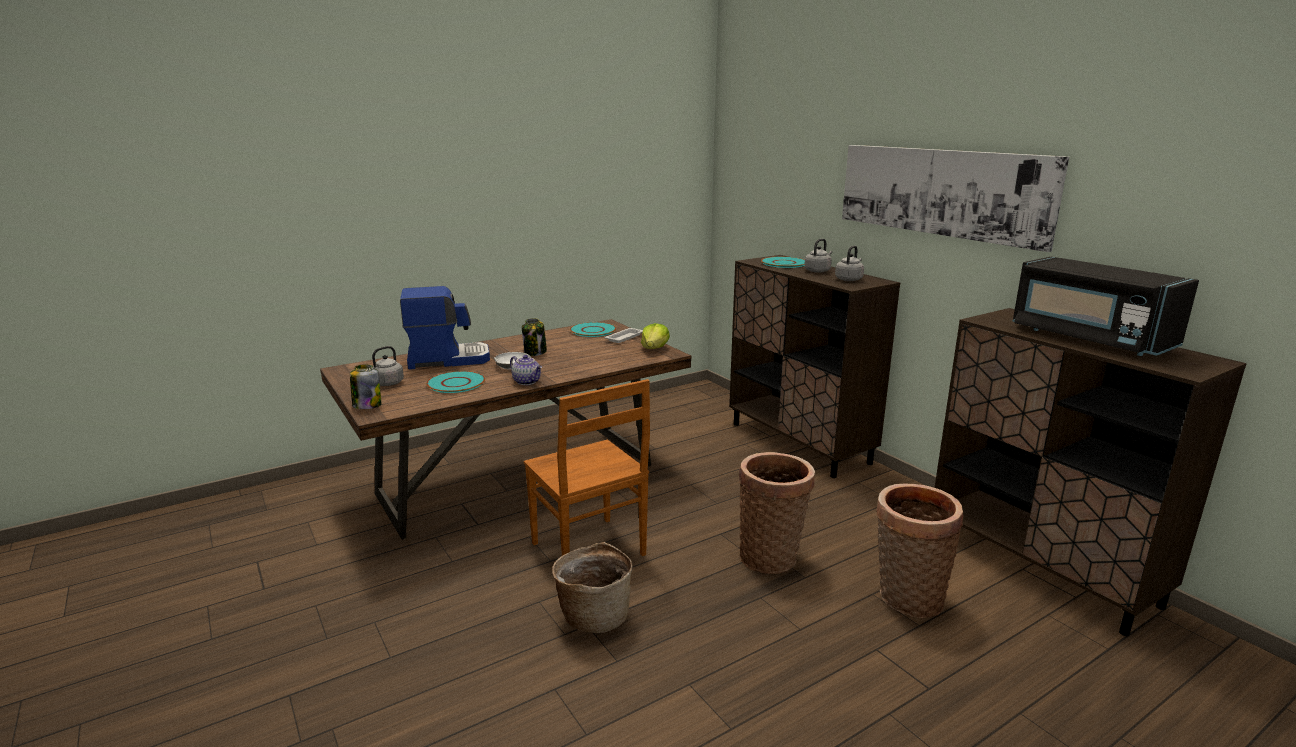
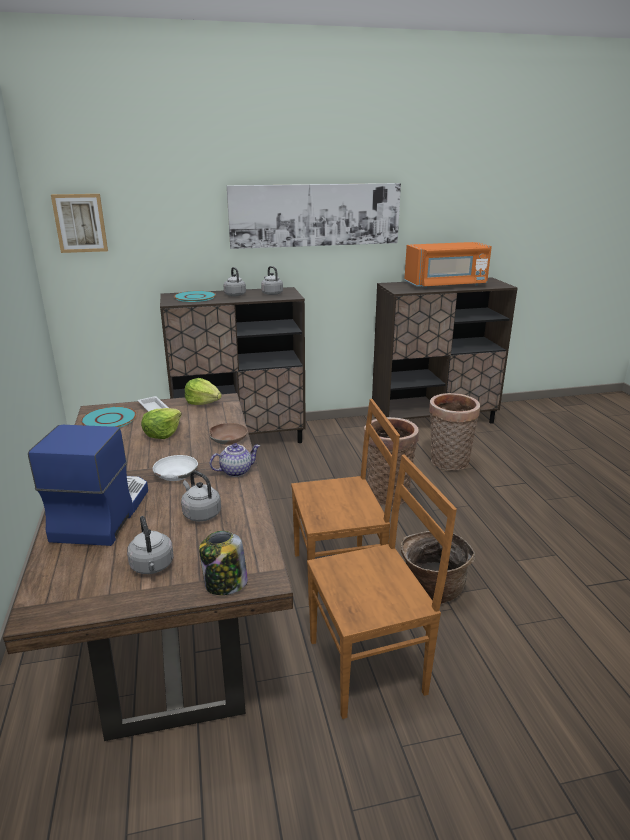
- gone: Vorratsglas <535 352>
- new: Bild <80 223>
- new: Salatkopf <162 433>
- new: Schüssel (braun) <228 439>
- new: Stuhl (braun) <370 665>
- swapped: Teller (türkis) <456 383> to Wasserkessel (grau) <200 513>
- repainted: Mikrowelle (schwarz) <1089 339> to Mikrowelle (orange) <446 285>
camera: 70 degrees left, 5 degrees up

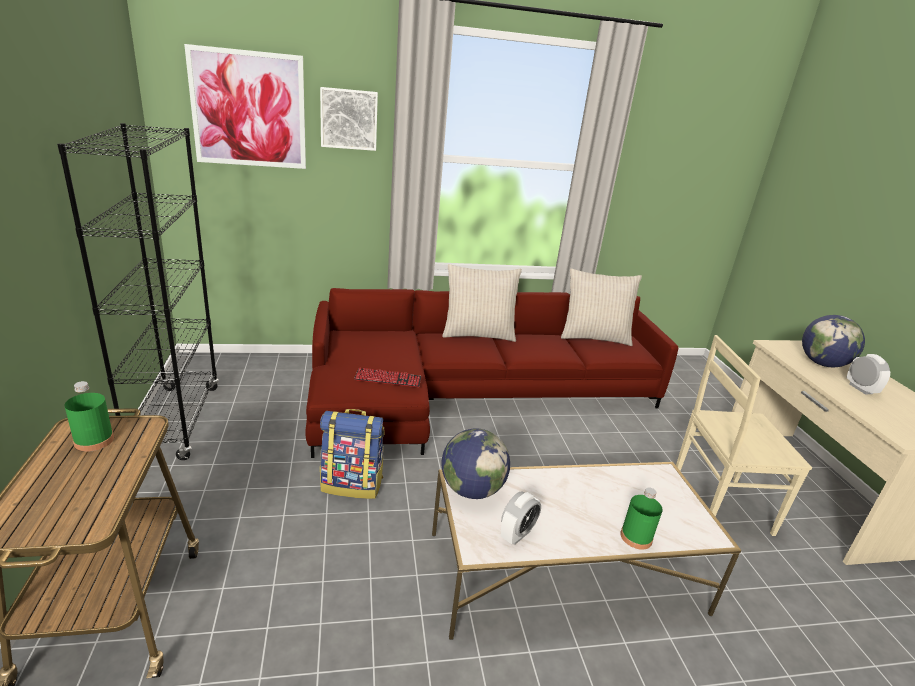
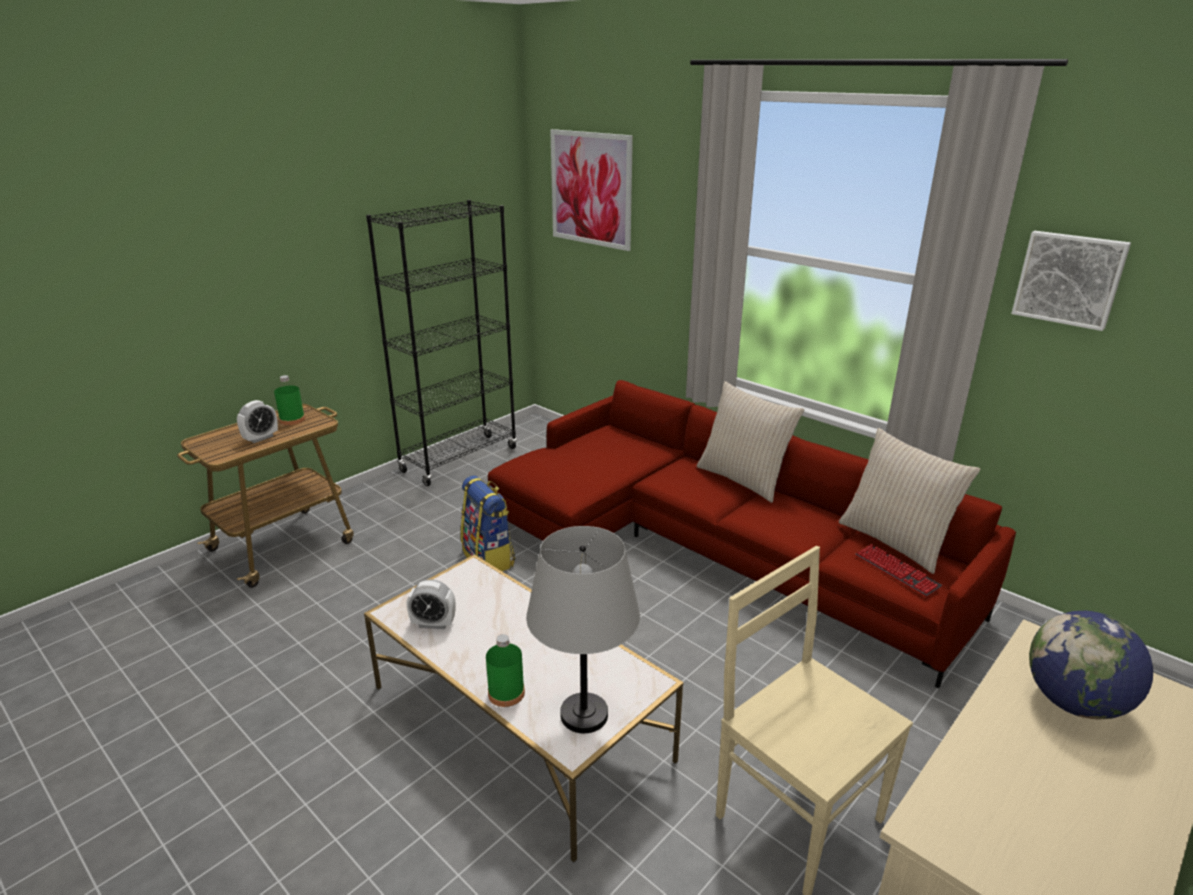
- gone: Globus <472 490>
- new: Tischlampe (grau) <584 715>
- shifted: Bild <349 119> to <1069 279>
- shifted: Tastatur <388 379> to <896 571>
- shifted: Wecker <860 389> to <261 438>
camera: 55 degrees right, 0 degrees up

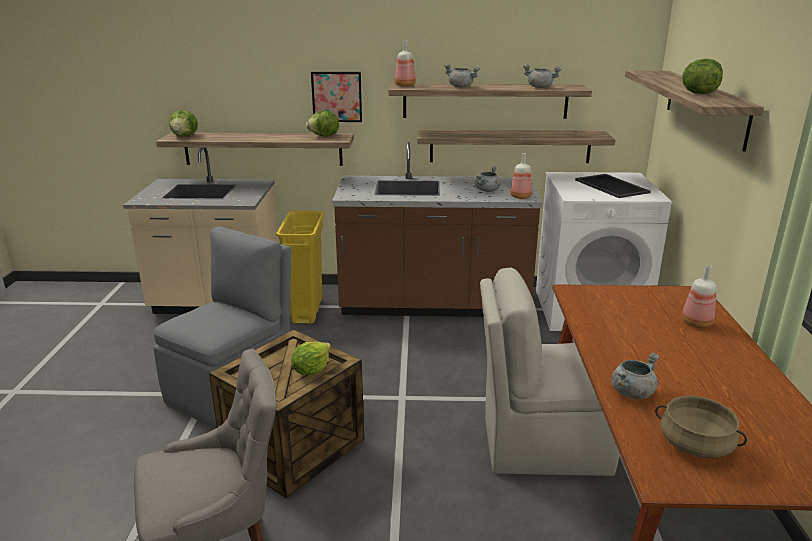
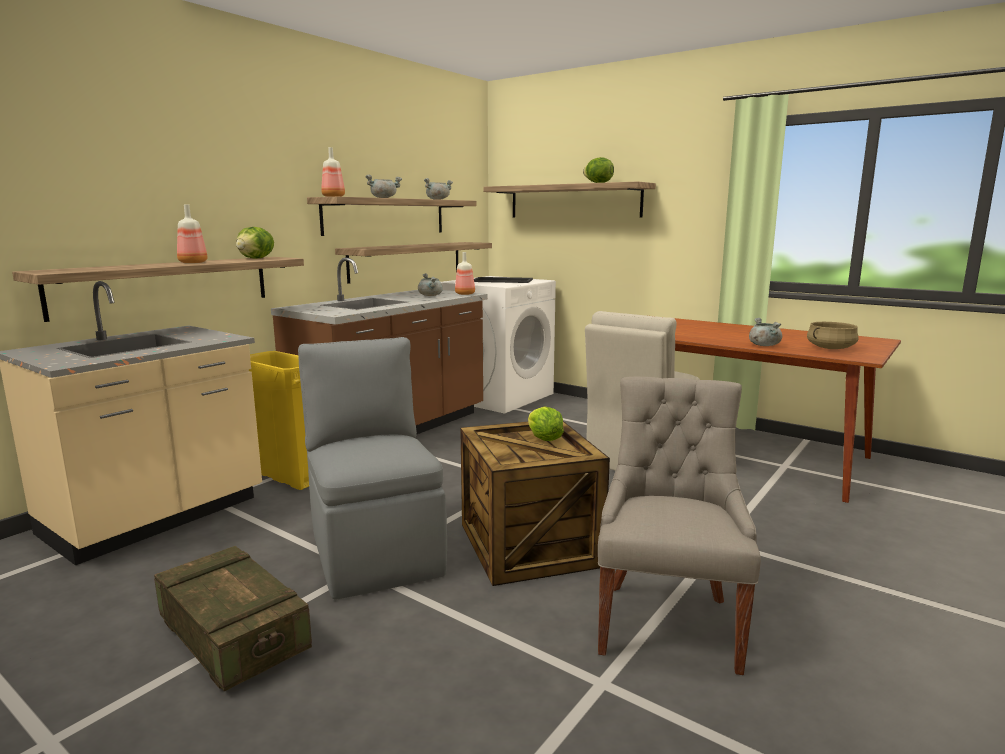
- gone: Salatkopf <185 136>
- gone: Bild <336 97>
- new: Kiste <233 636>
- shifted: Flasche <697 323> to <193 263>
camera: 55 degrees left, 10 degrees down

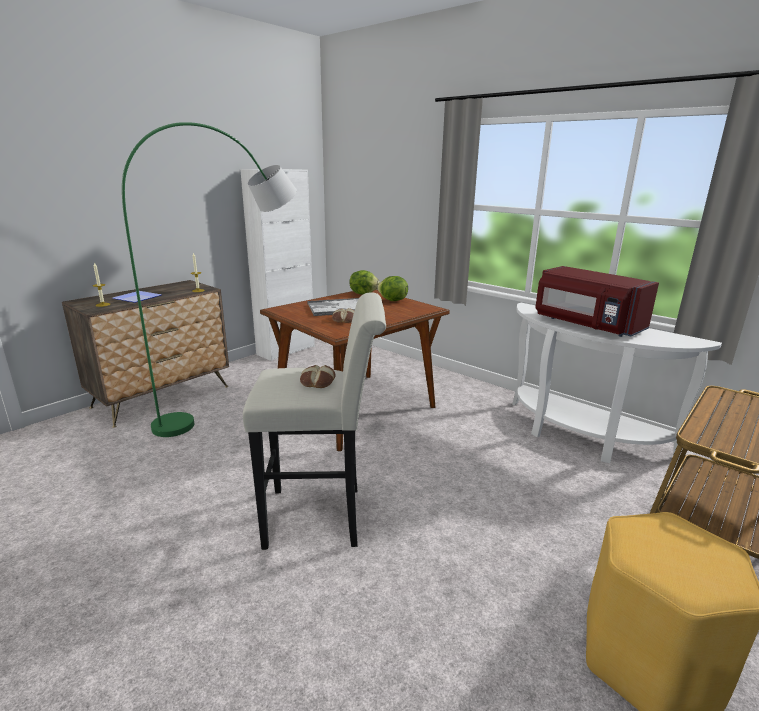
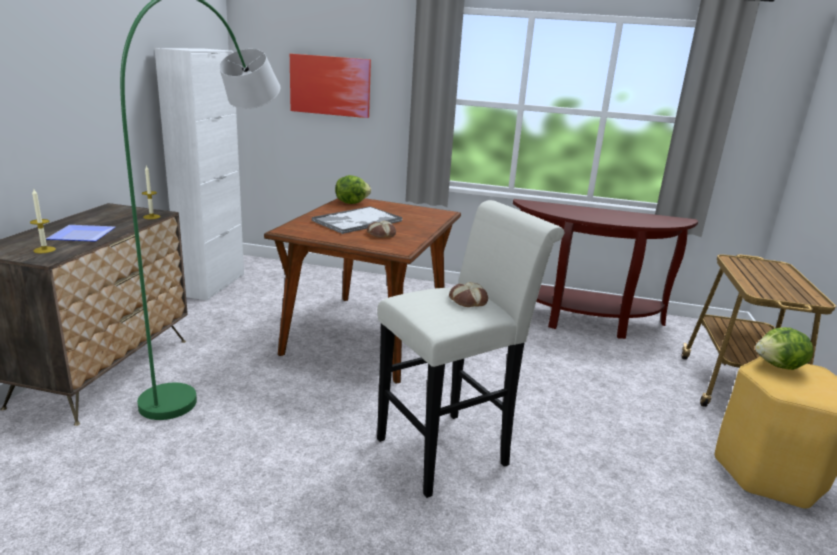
- gone: Mikrowelle (rot) <585 325>
- new: Bild <330 85>
- shifted: Salatkopf <392 300> to <779 366>
- repainted: Konsolentisch (weiß) <579 436> to Konsolentisch (braun) <584 321>
camera: 30 degrees left, 0 degrees up

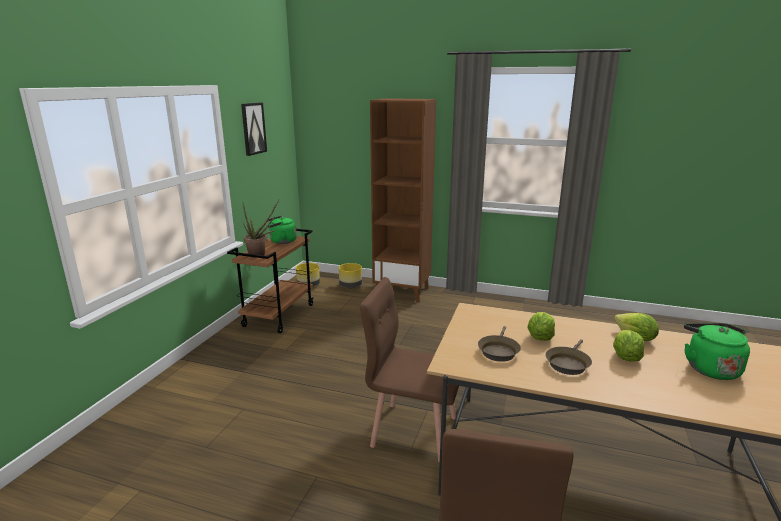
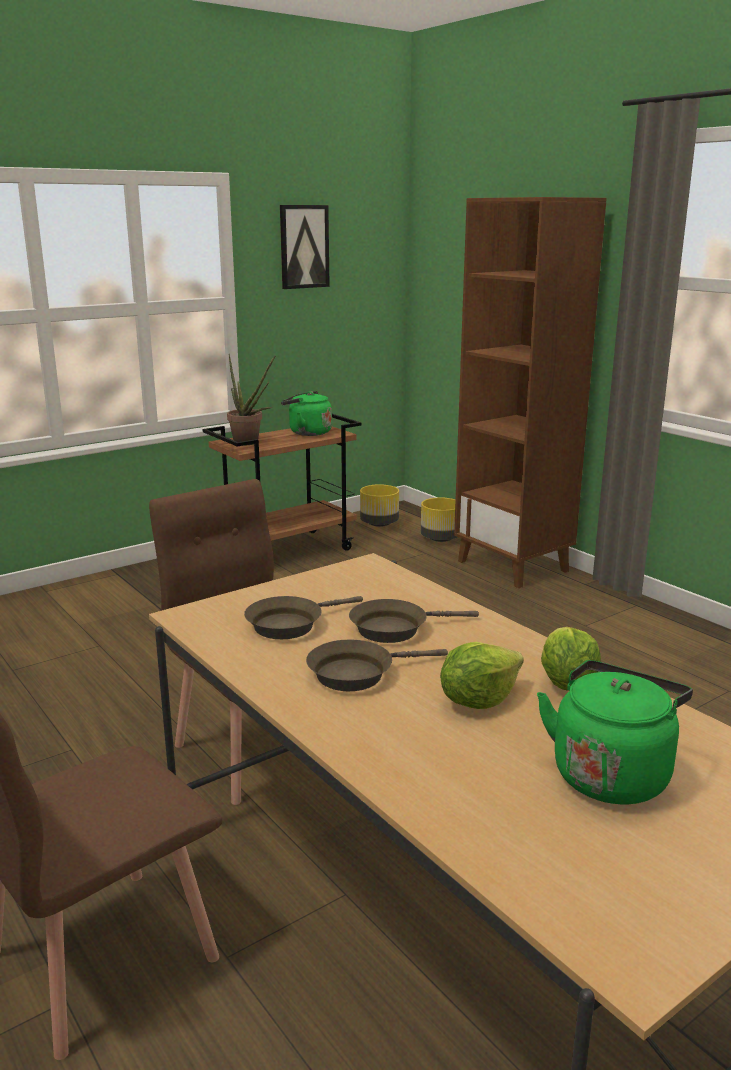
- swapped: Salatkopf <540 337> to Pfanne (braun) <395 628>
camera: 35 degrees right, 0 degrees up

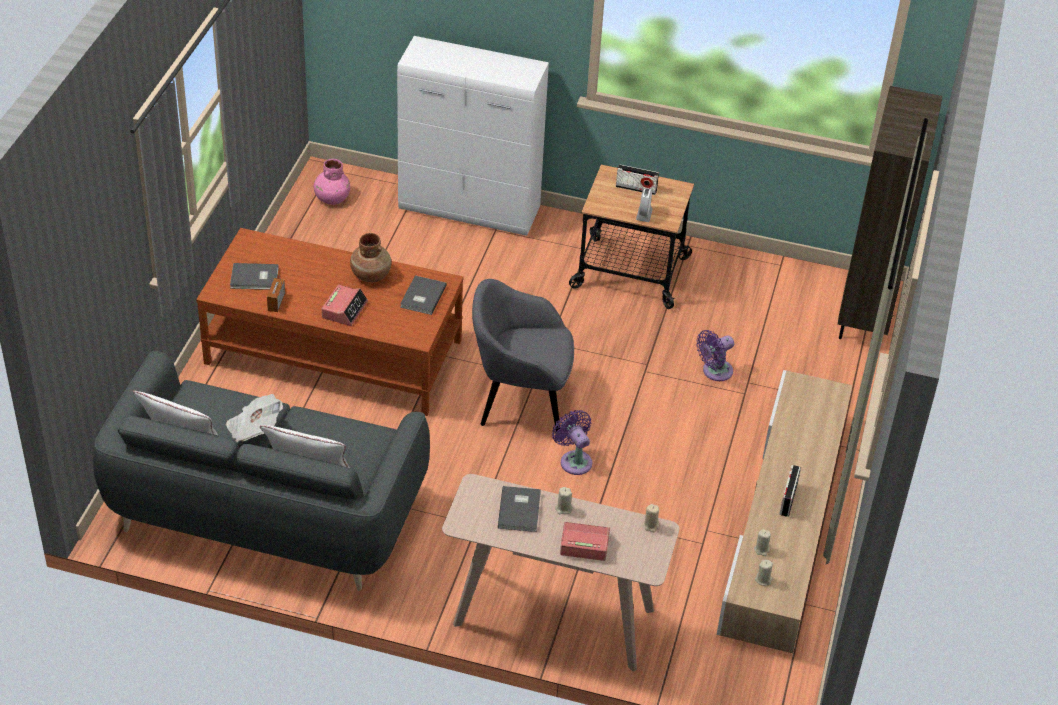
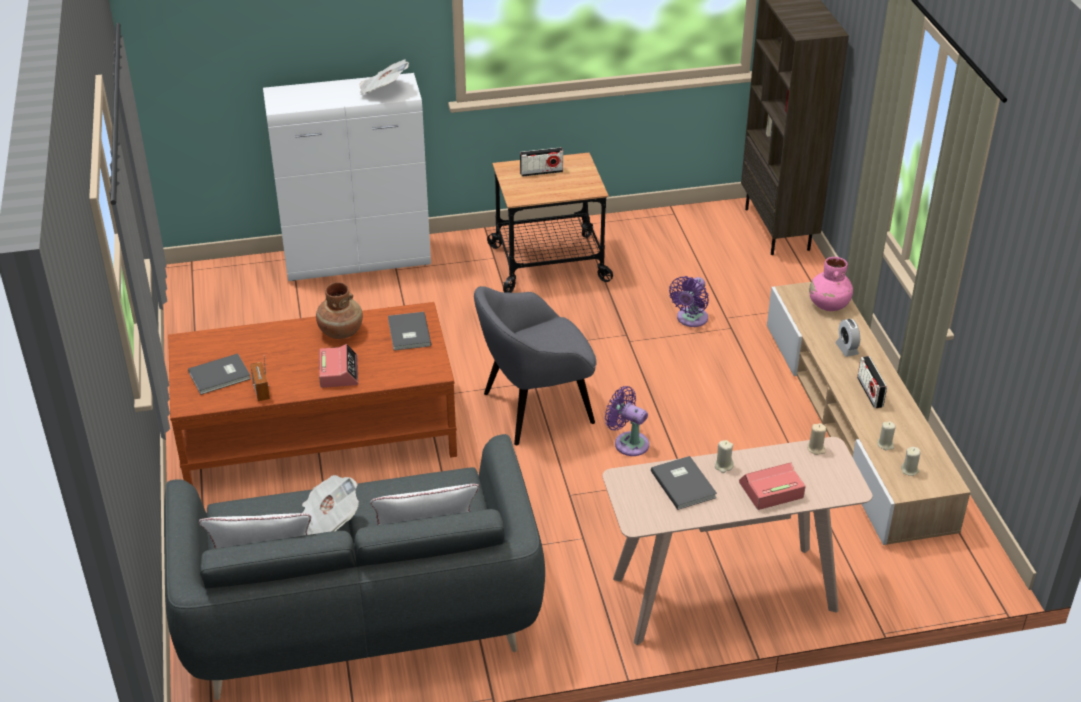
- new: Zeitung <383 90>
- shifted: Vase (rosa) <332 198> to <828 305>
- shifted: Wecker <644 215> to <847 349>
camera: 25 degrees left, 5 degrees down

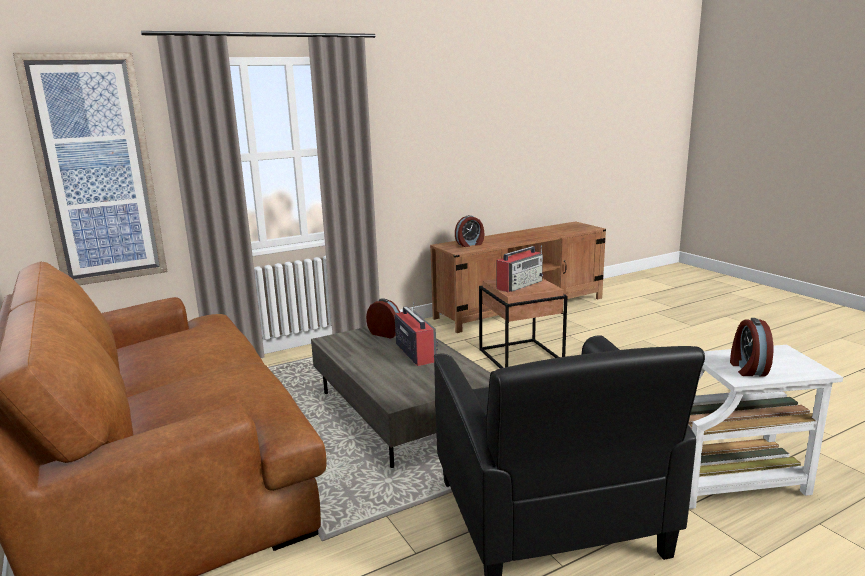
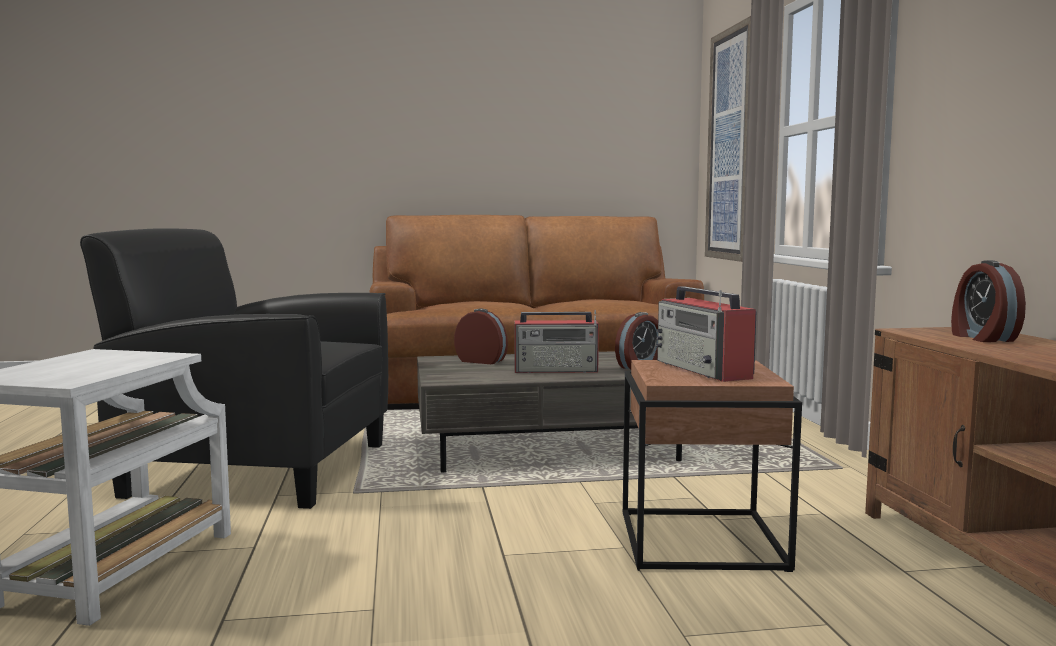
- shifted: Wecker <747 368> to <482 361>
camera: 110 degrees right, 10 degrees down

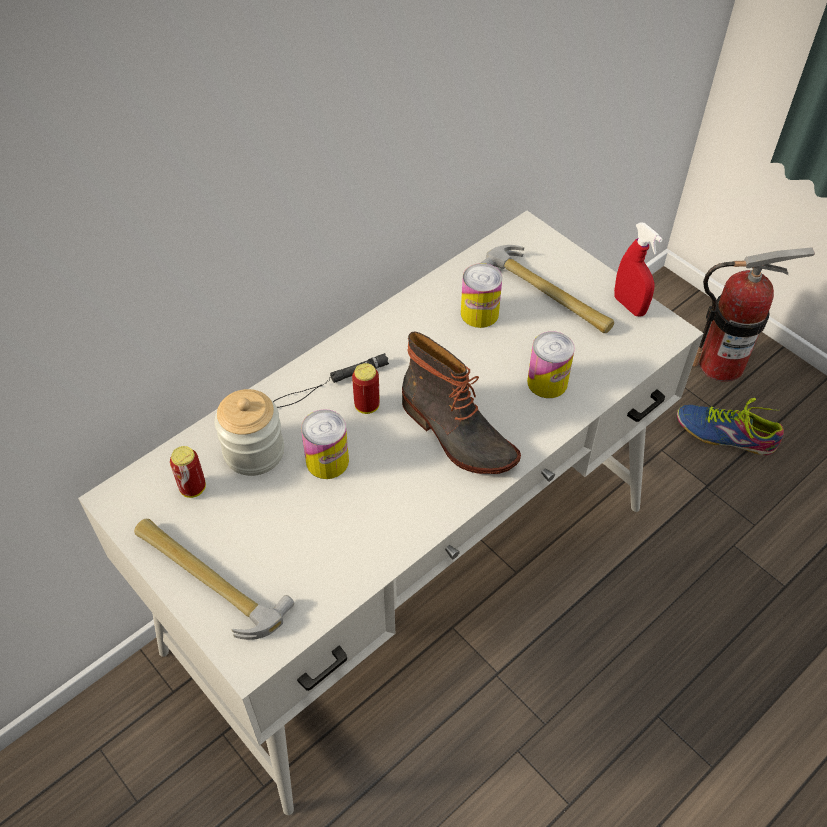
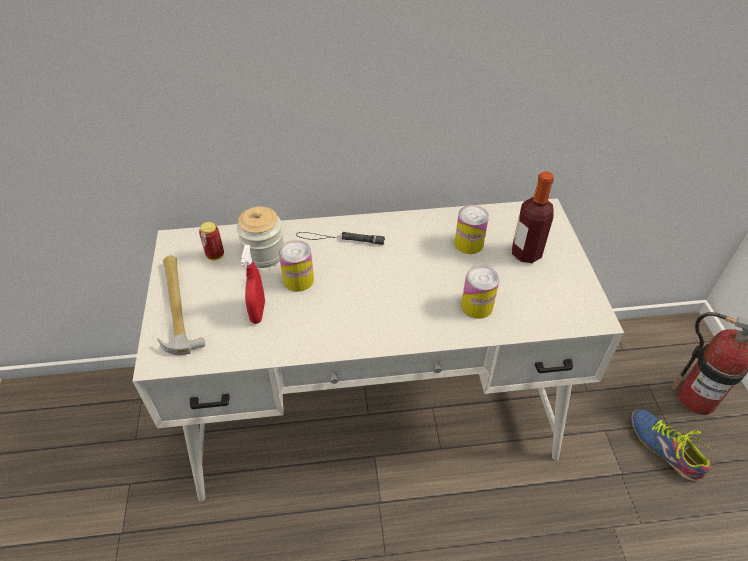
- gone: Dose <367 406>
- gone: Stiefel <456 435>
- shifted: Sprühflasche (rot) <629 305> to <258 312>
- swapped: Hammer <547 294> to Flasche <526 253>
camera: 35 degrees right, 5 degrees down

